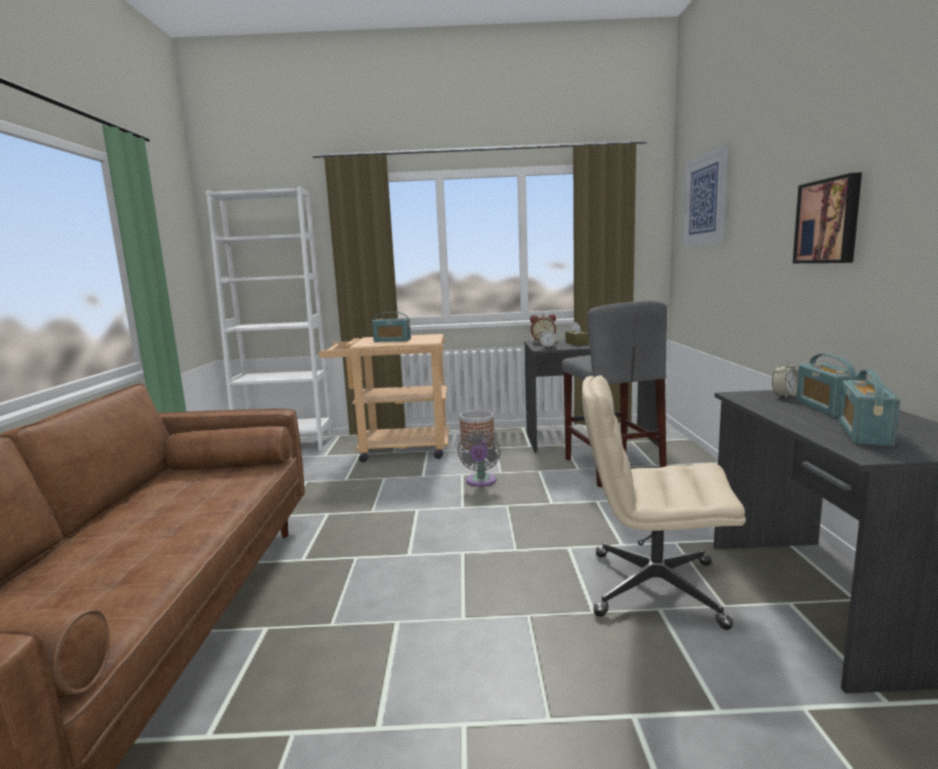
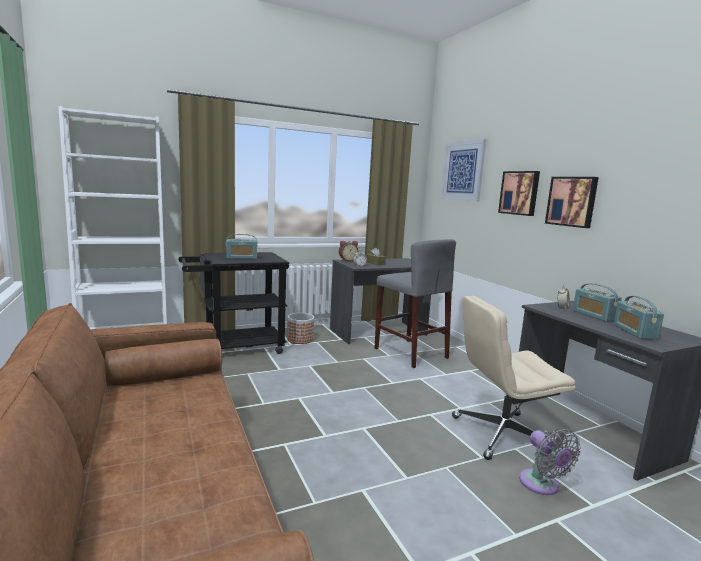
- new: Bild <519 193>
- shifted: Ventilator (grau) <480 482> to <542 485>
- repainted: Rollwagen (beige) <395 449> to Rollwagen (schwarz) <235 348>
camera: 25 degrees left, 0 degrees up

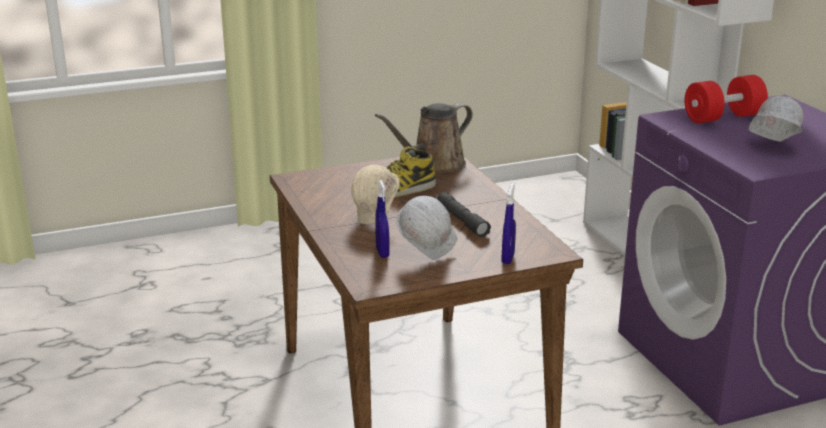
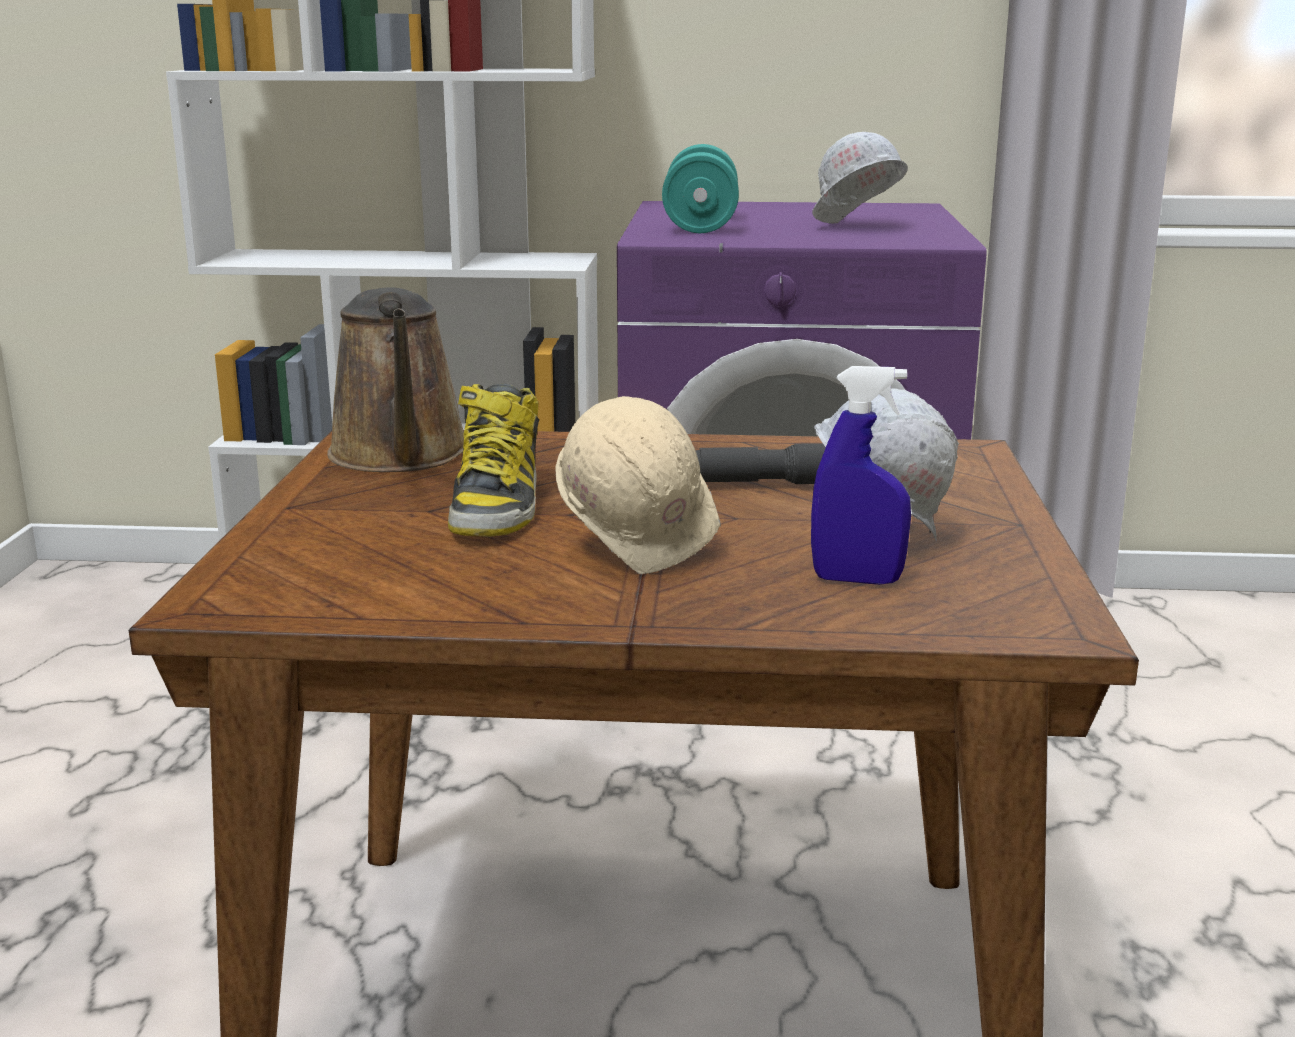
- gone: Sprühflasche (blau) <508 258>
- repainted: Hantel (rot) <723 118> to Hantel (türkis) <700 224>
camera: 65 degrees left, 5 degrees down

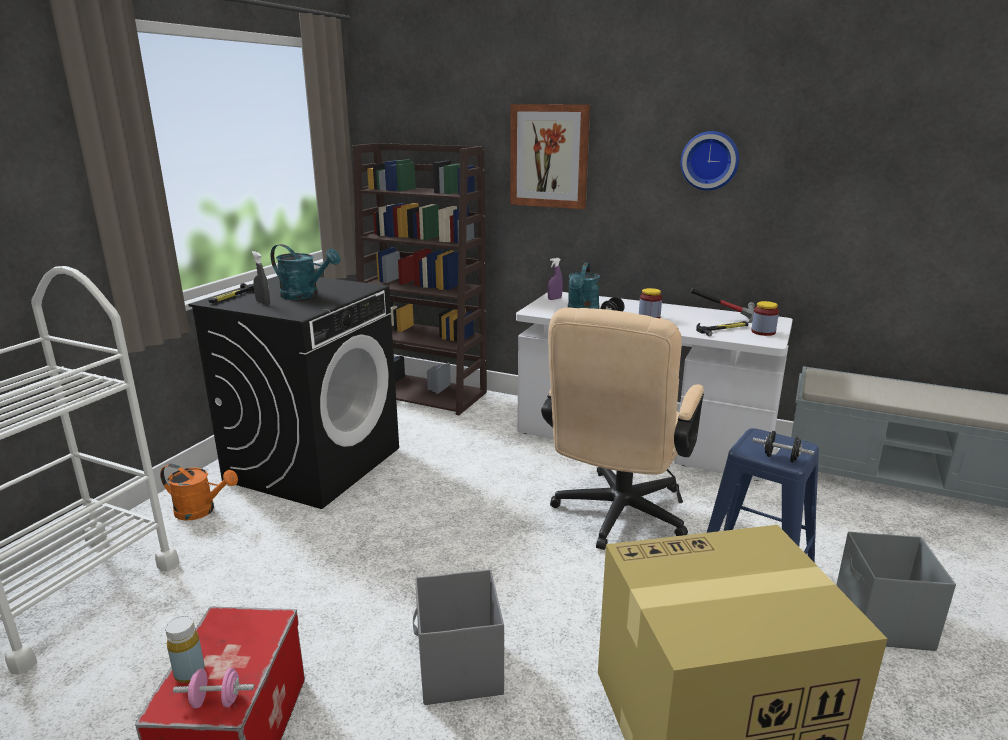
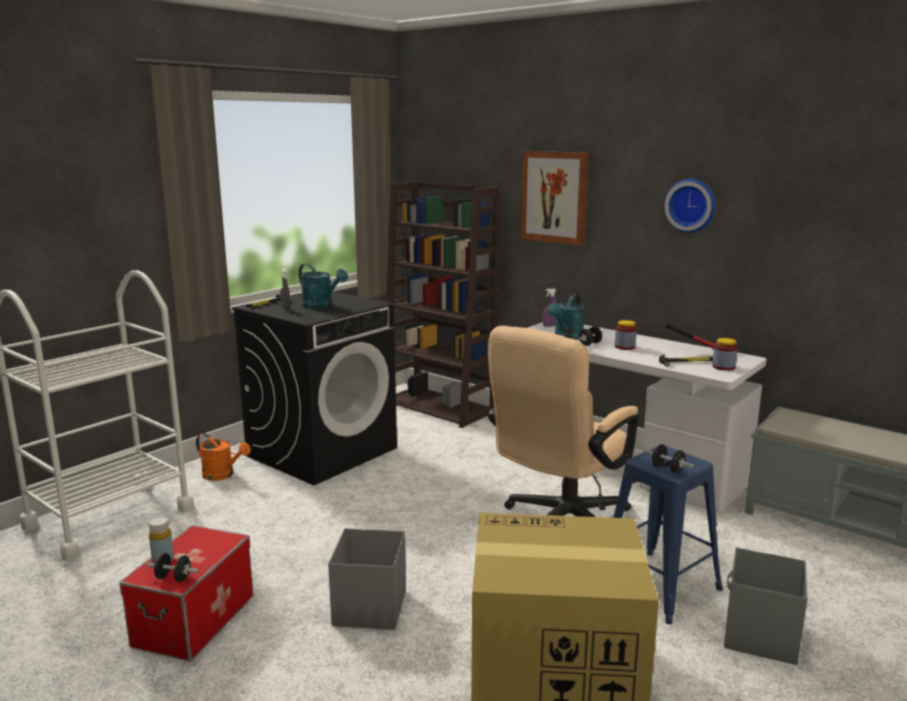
- repainted: Hantel (rosa) <216 701> to Hantel (schwarz) <173 578>
camera: 15 degrees right, 5 degrees down

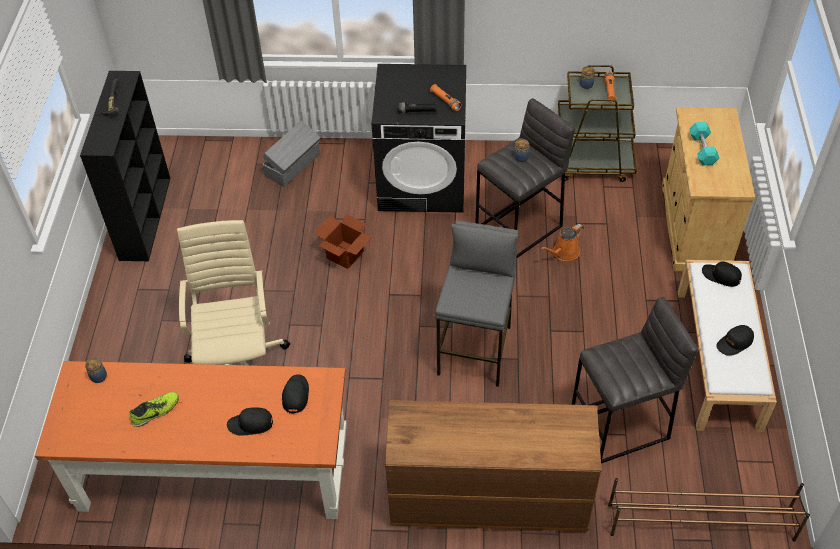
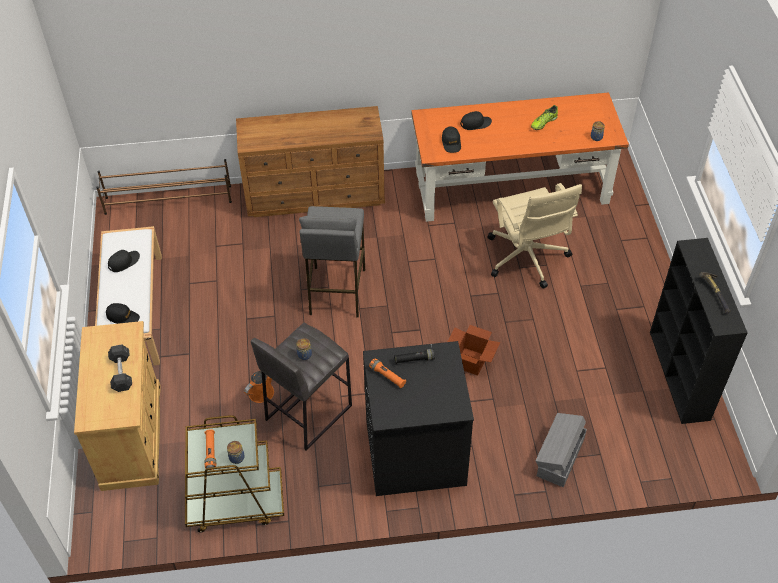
- gone: Hocker (grau) <620 426>
- repainted: Hantel (türkis) <702 149> to Hantel (grau) <121 373>
camera: 170 degrees right, 0 degrees up

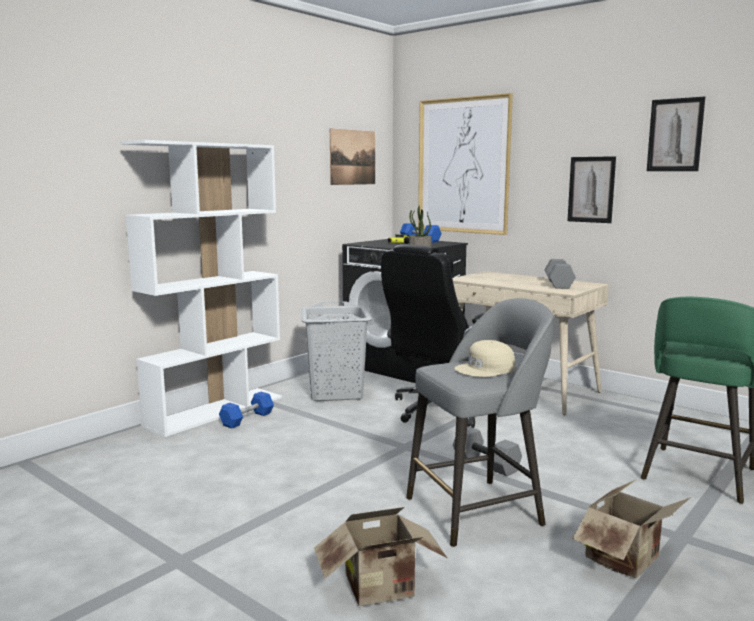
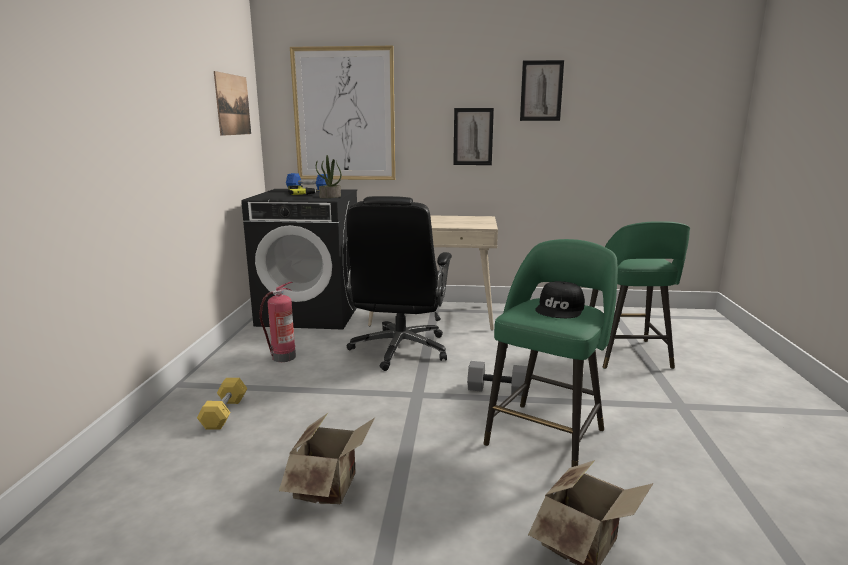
- gone: Bücherregal (weiß) <215 411>
- gone: Hantel (grau) <559 284>
- shifted: Karton <628 560> to <331 487>
- swapped: Wäschekorb (grau) <335 393> to Feuerlöscher <283 358>
- repainted: Hantel (blau) <247 419> to Hantel (gelb) <224 413>
- repainted: Hocker (grau) <477 510> to Hocker (grün) <547 435>
- repainted: Kappe (beige) <486 369> to Kappe (schwarz) <560 309>
camera: 35 degrees left, 5 degrees up

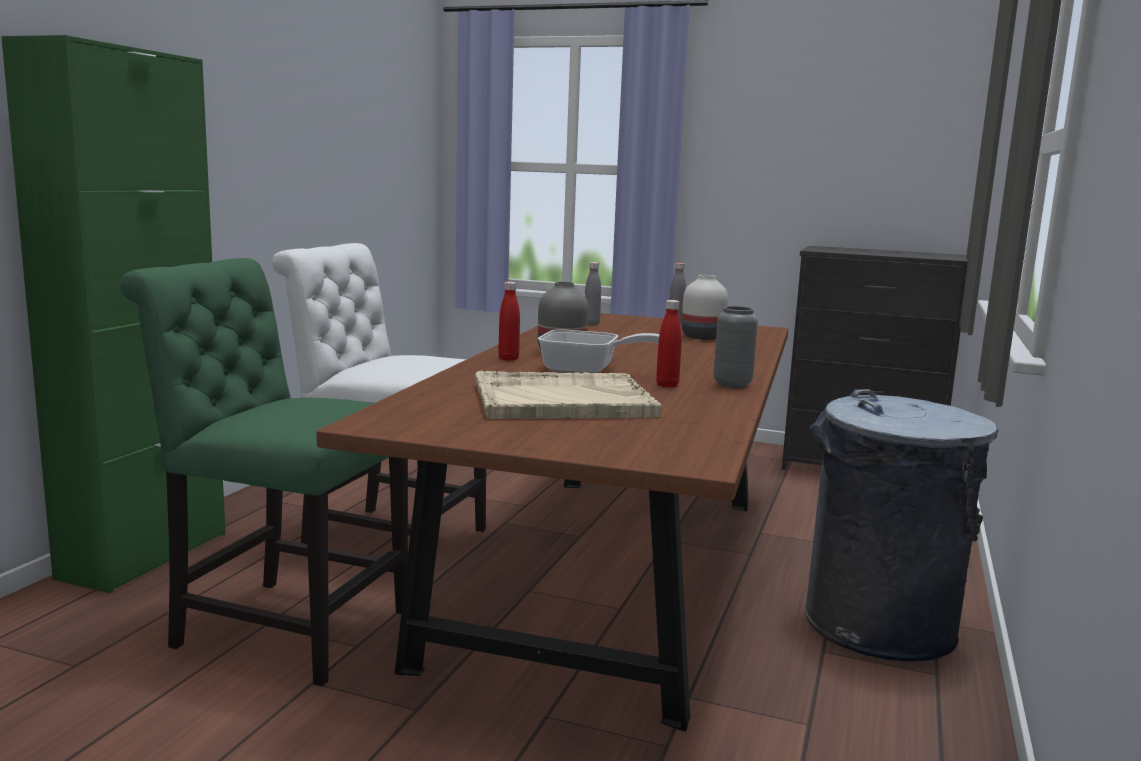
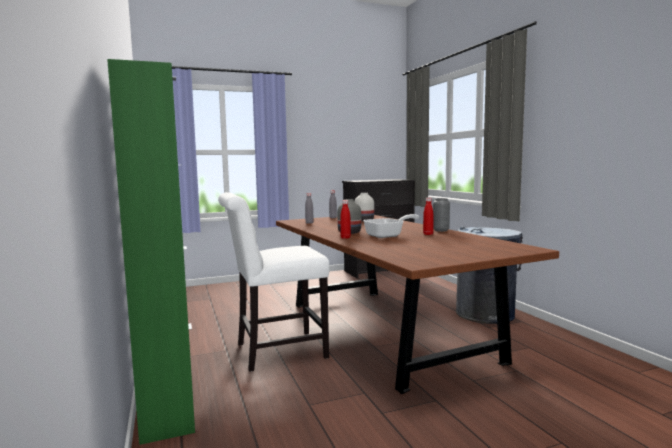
- gone: Stuhl (grün) <283 627>
- gone: Tablett (beige) <561 400>
camera: 40 degrees left, 5 degrees down

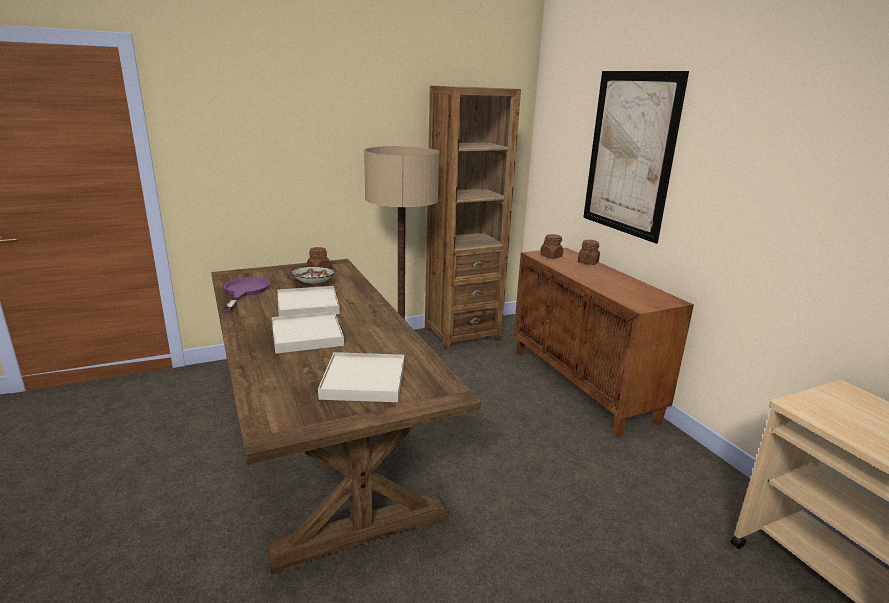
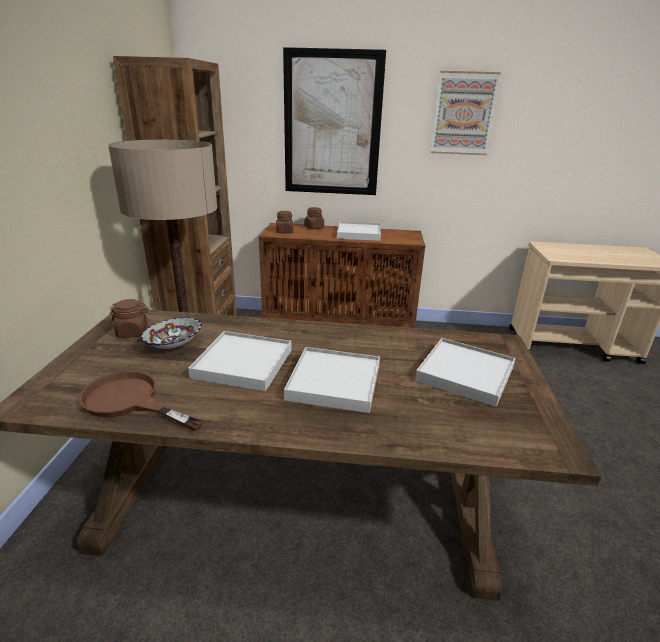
- new: Tablett (weiß) <358 233>
- new: Bild <463 114>
- repainted: Pfanne (lila) <244 292> to Pfanne (braun) <130 401>
camera: 60 degrees left, 5 degrees up

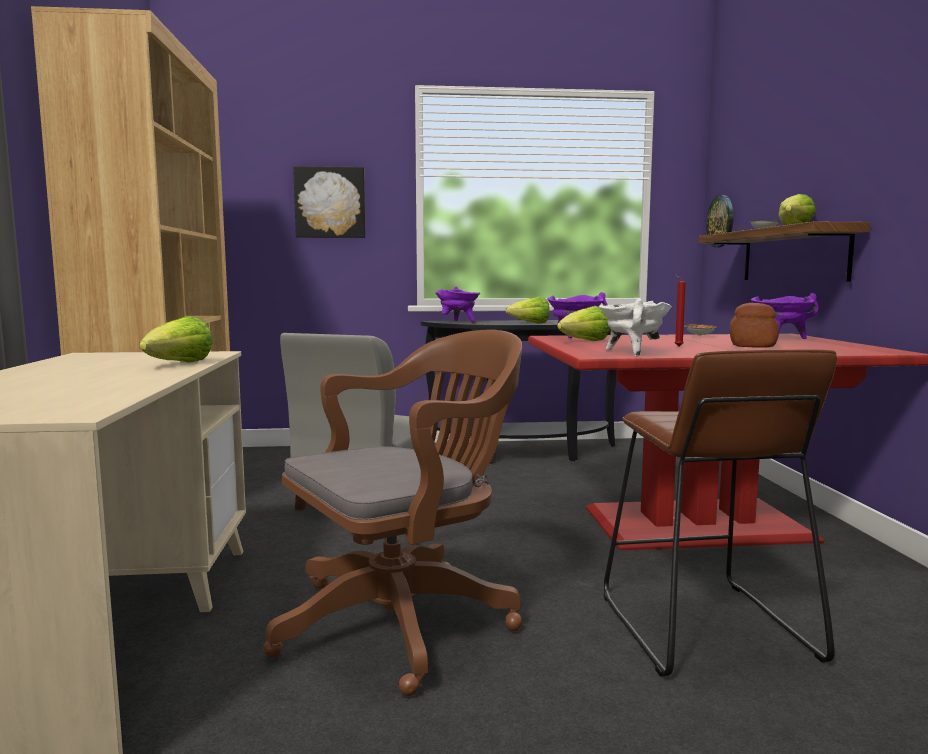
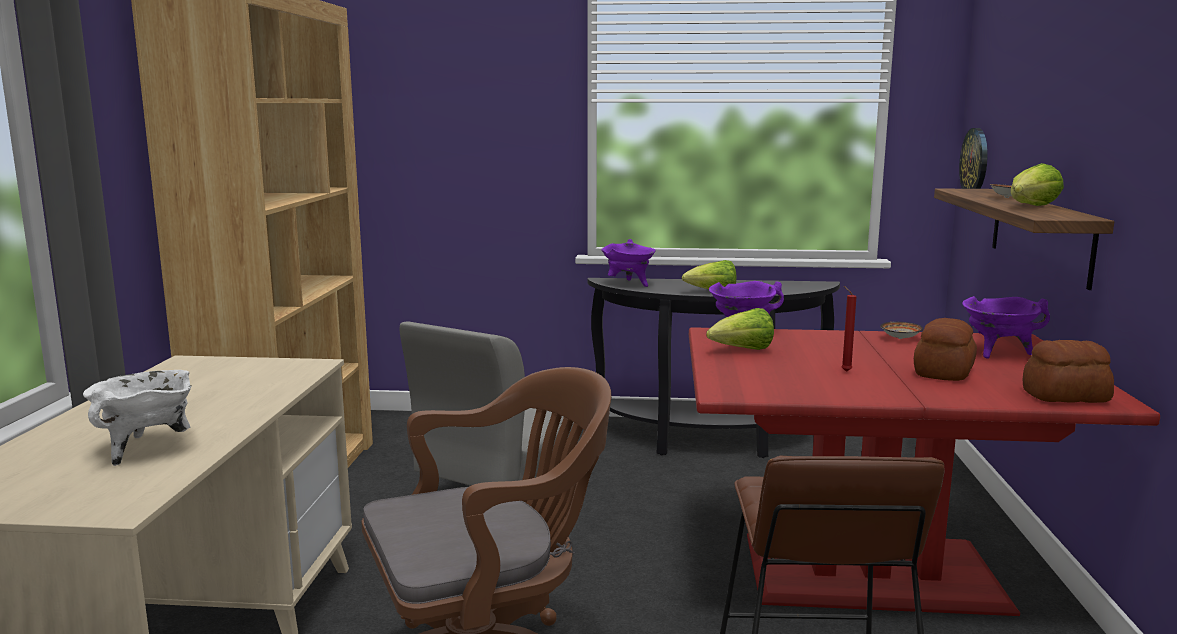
- gone: Salatkopf <179 364>
- gone: Bild <330 202>
- new: Brot <1063 396>
- shifted: Kochtopf (weiß) <632 352> to <147 449>
camera: 10 degrees right, 5 degrees up

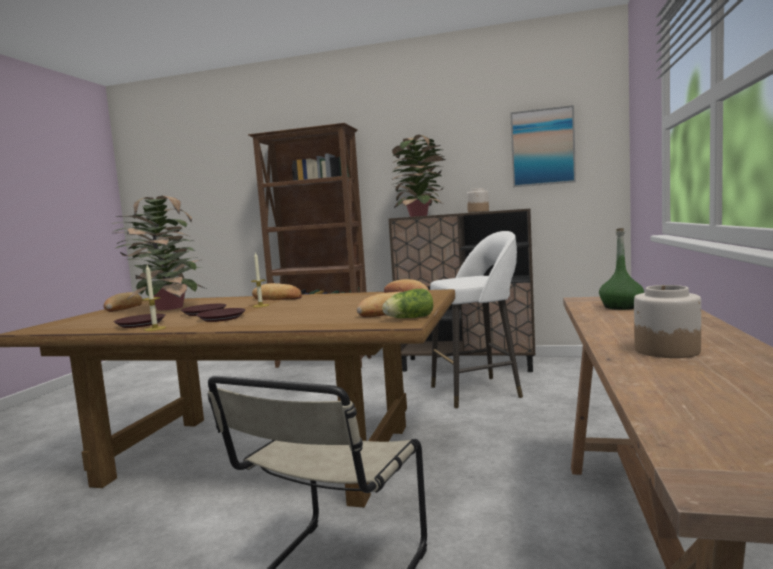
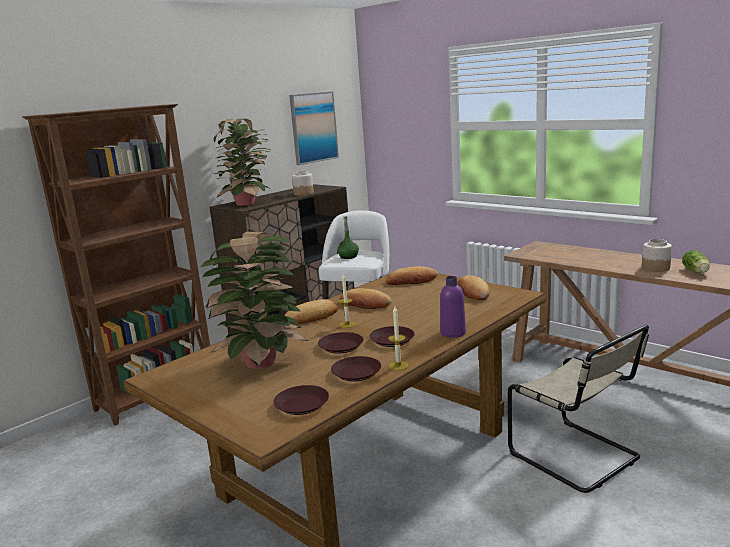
- new: Teller (braun) <302 404>
- new: Flasche (lila) <453 333>
- shifted: Brot <124 307> to <365 304>
- shifted: Salatkopf <408 318> to <696 272>
- shifted: Flasche (grün) <621 307> to <348 257>
camera: 60 degrees left, 10 degrees up

